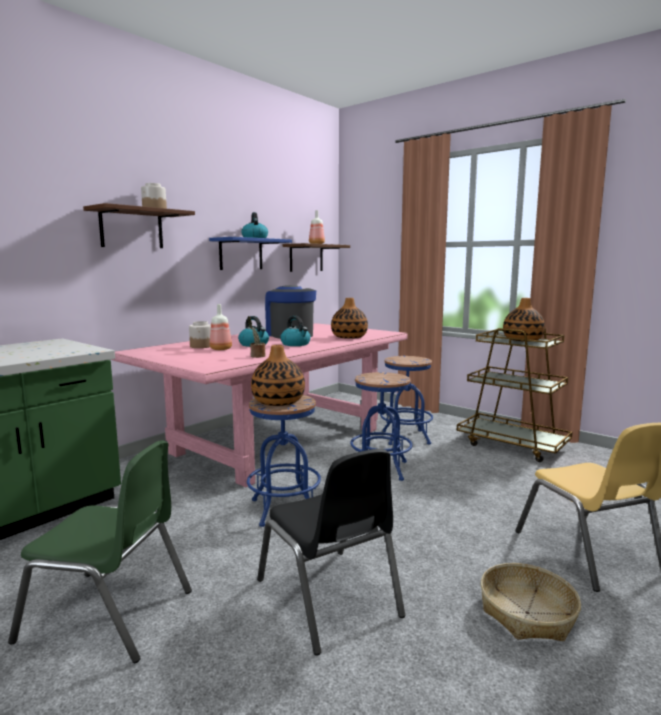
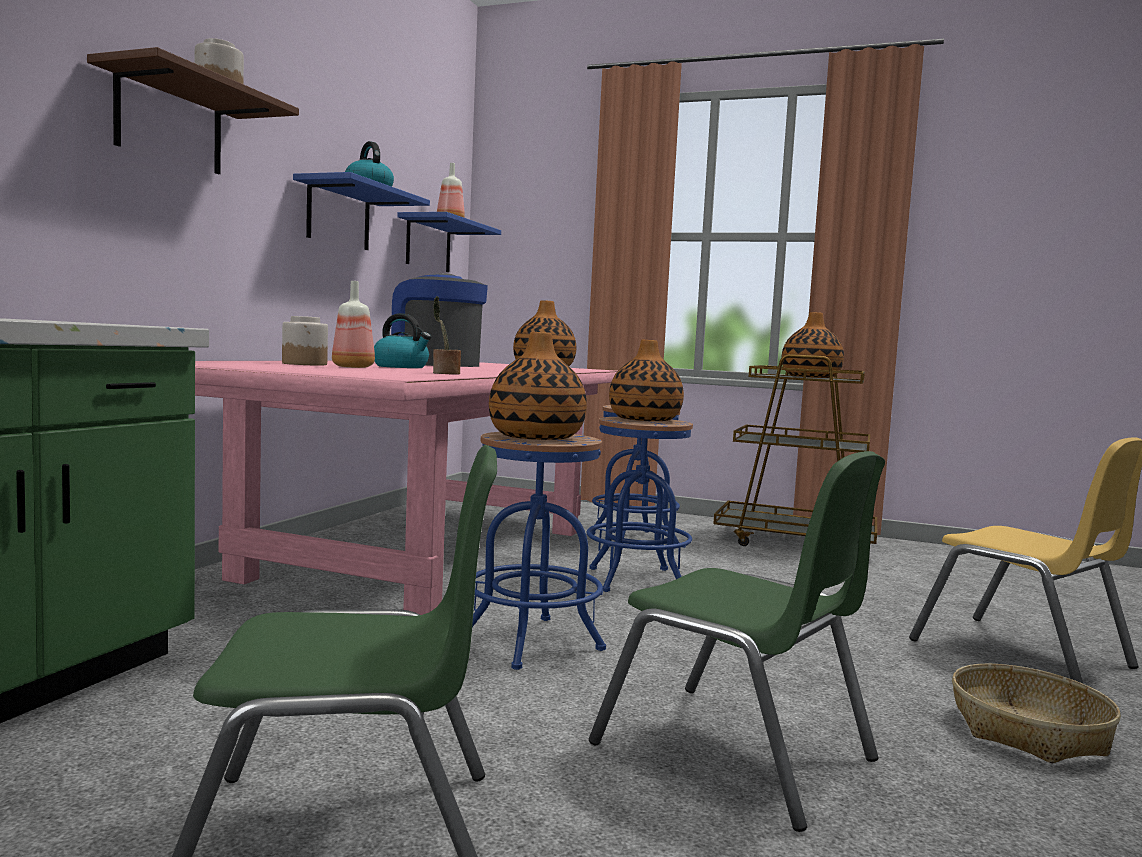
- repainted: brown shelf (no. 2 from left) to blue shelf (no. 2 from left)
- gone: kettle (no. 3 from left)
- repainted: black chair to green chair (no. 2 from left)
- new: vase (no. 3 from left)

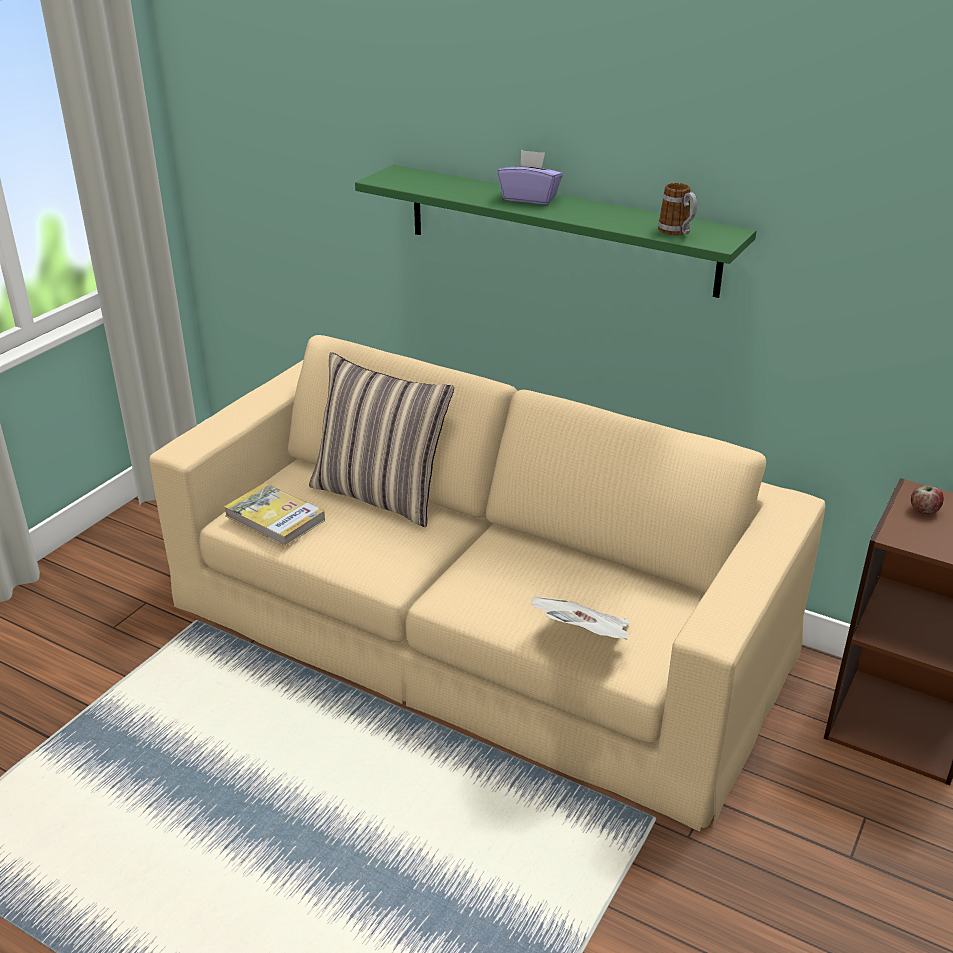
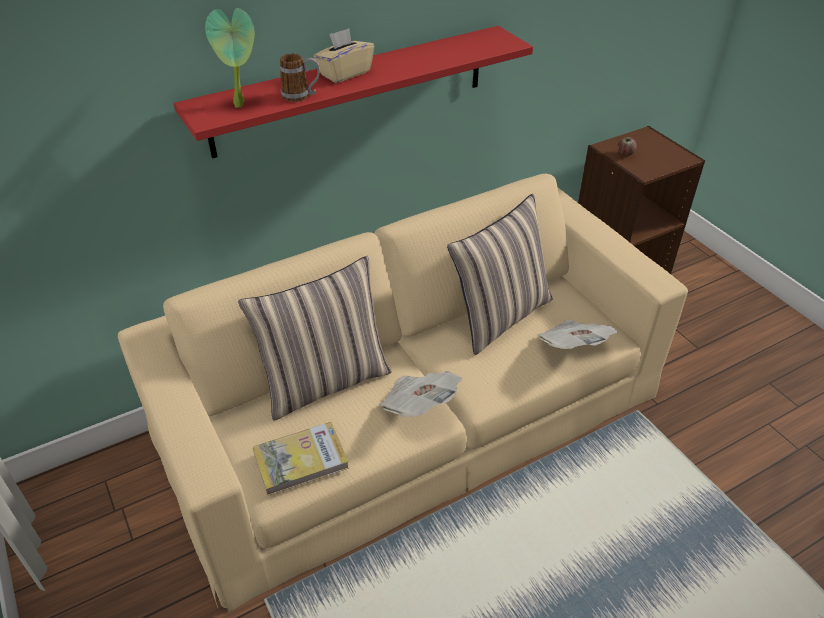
- repainted: purple tissue box to beige tissue box
- repainted: green shelf to red shelf
- shifted: mug
- new: potted plant
- new: pillow (no. 2 from left)
- new: newspaper (no. 1 from left)

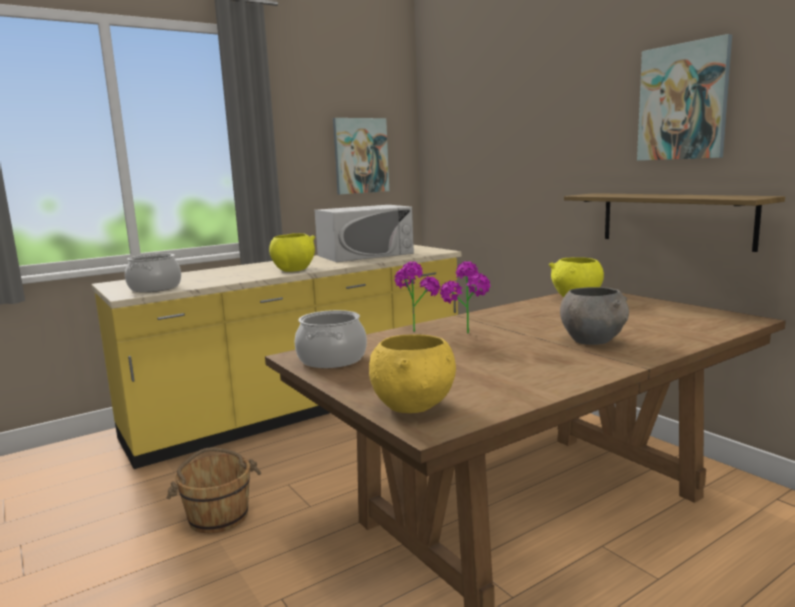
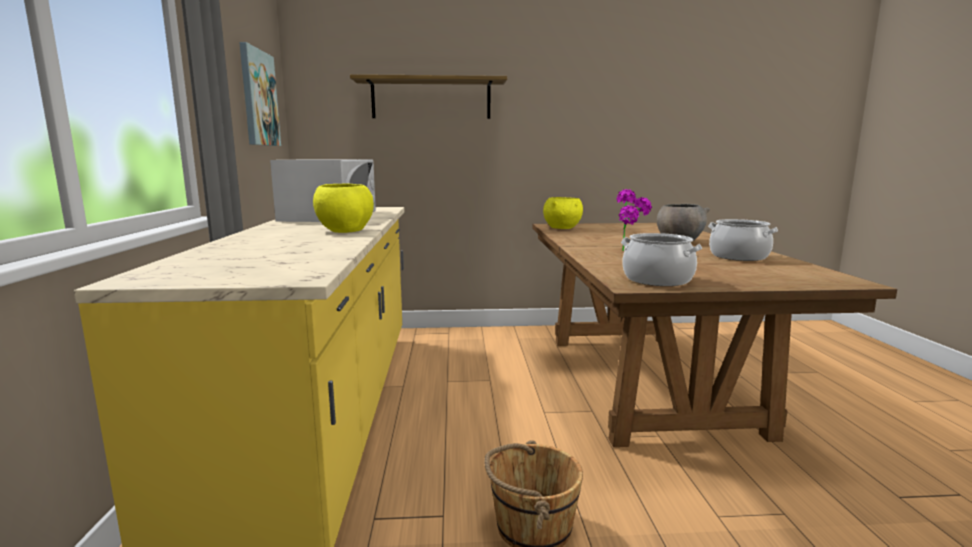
- gone: picture (no. 2 from left)
- shifted: shelf
- shifted: cooking pot (no. 1 from left in the first image) to cooking pot (no. 2 from left)
- gone: potted plant (no. 1 from left)
- gone: yellow bowl (no. 2 from left)

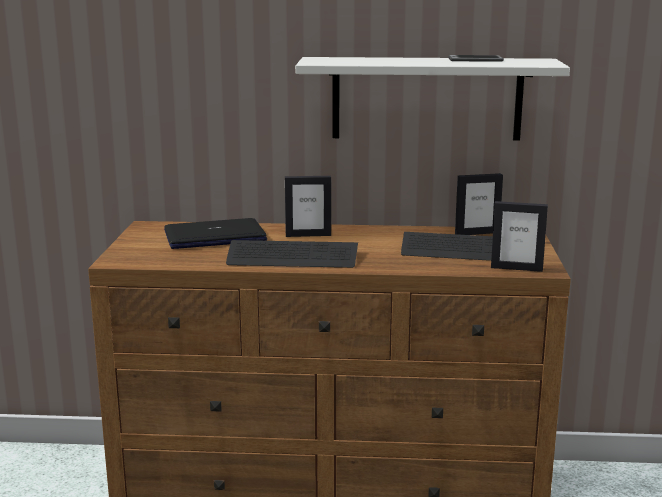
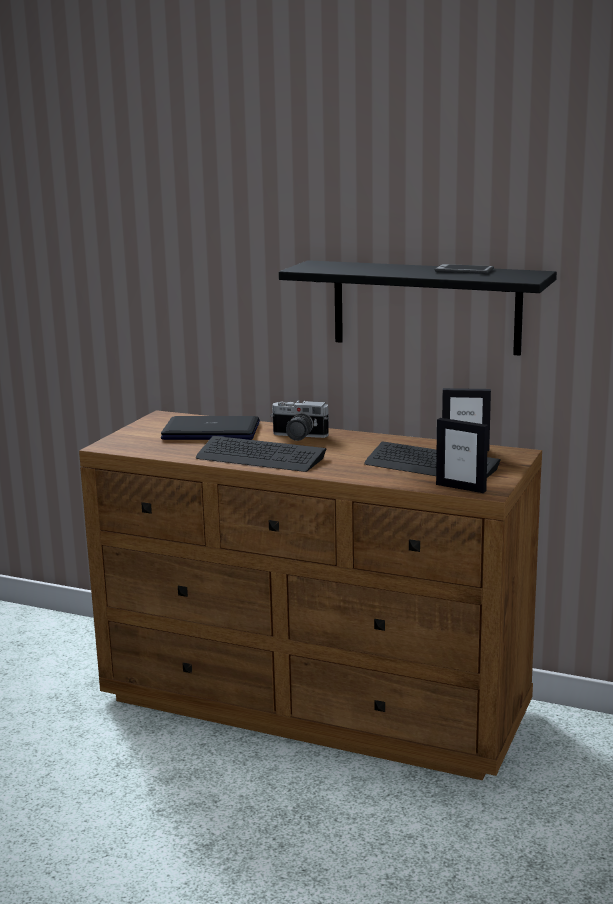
- repainted: white shelf to black shelf
- swapped: picture frame (no. 1 from left) to photo camera

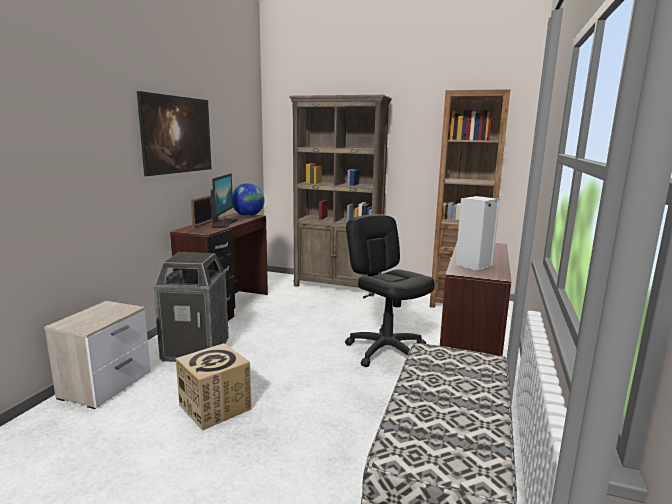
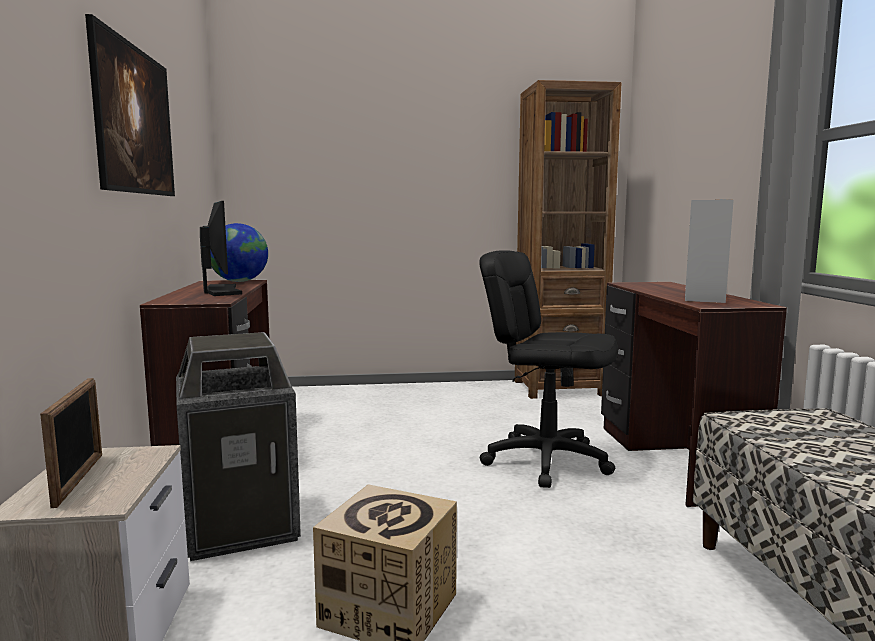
- gone: brown bookcase (no. 1 from left)
- shifted: picture frame

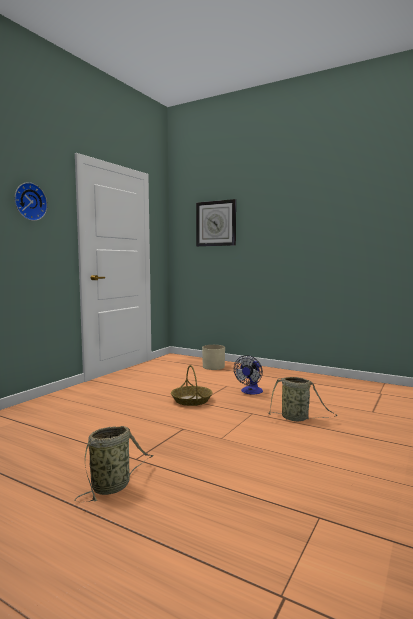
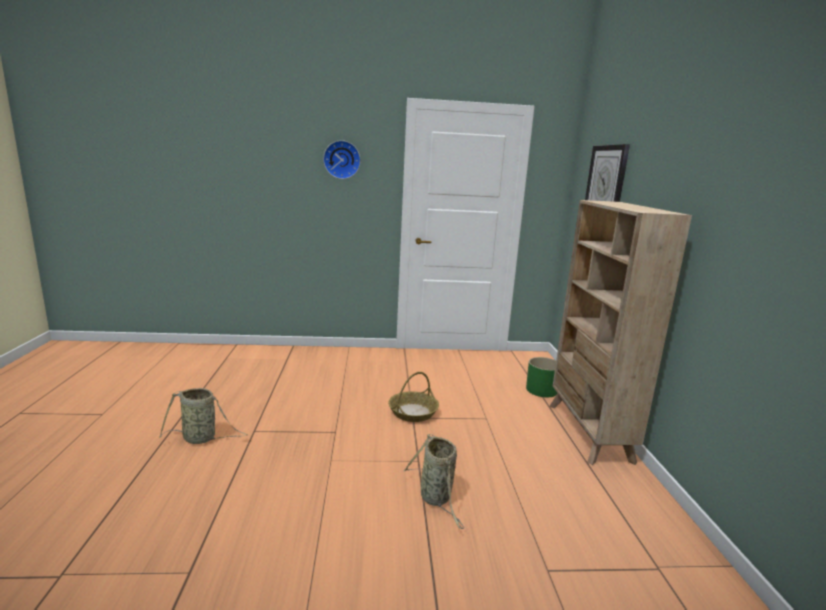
- repainted: beige planter to green planter
- gone: fan
- new: beige bookcase

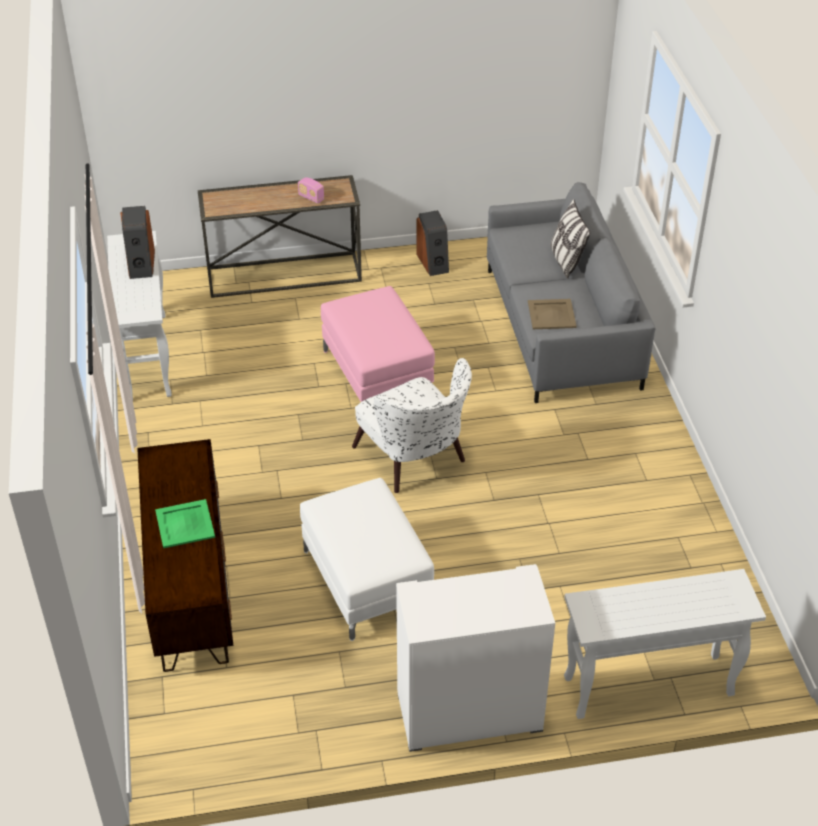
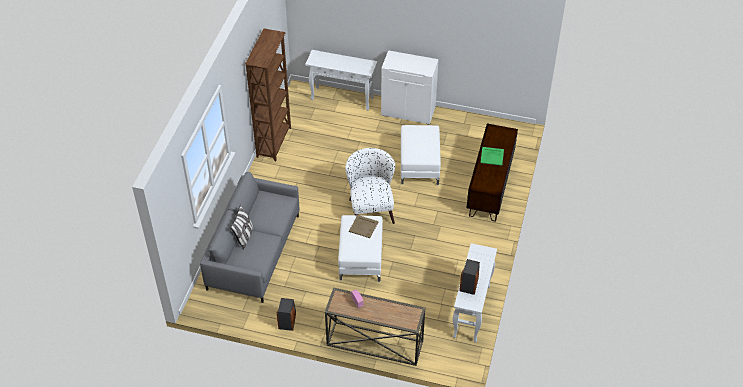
- repainted: pink ottoman to white ottoman (no. 1 from left)
- shifted: beige tray
- new: brown bookcase

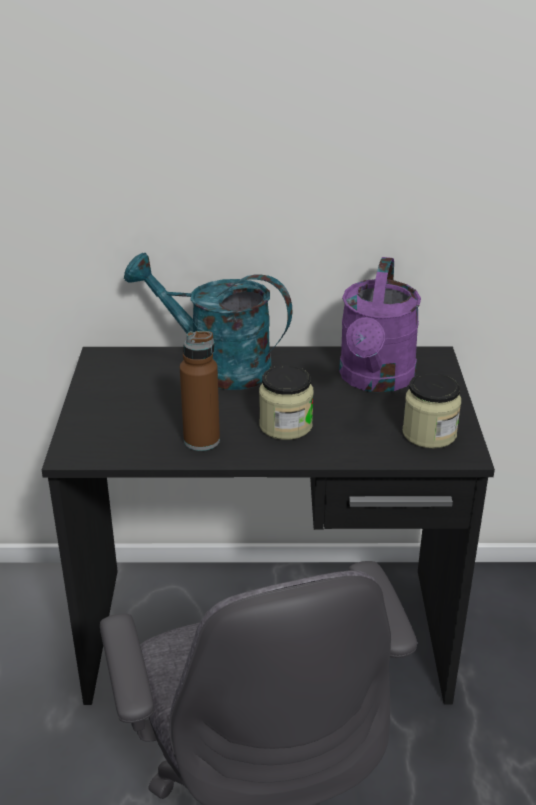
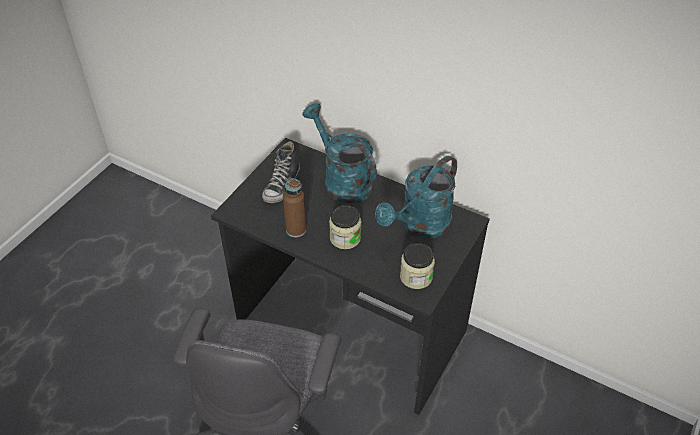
- repainted: purple watering can to turquoise watering can (no. 2 from left)
- new: shoe

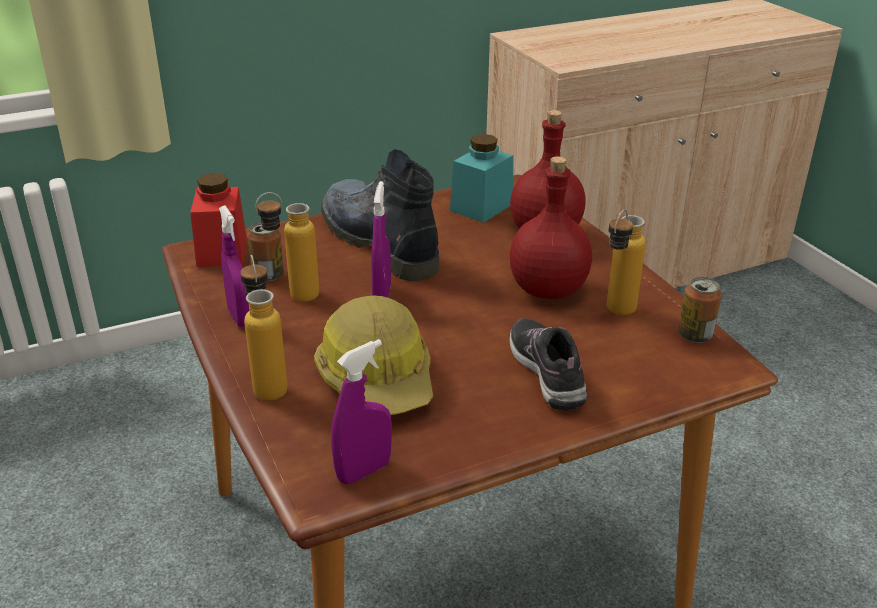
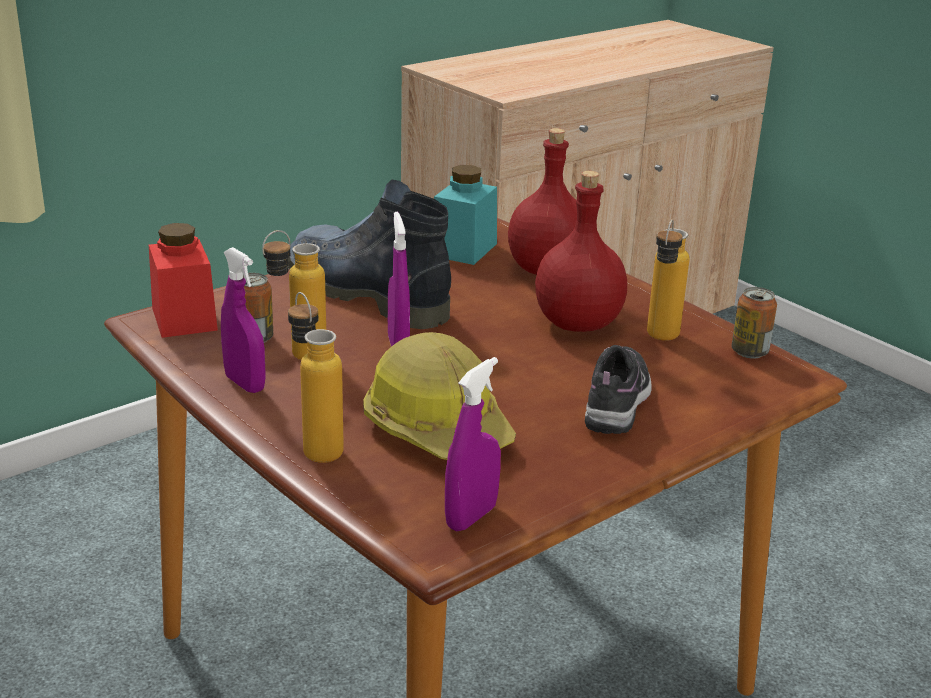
- rotated: shoe 45 degrees clockwise

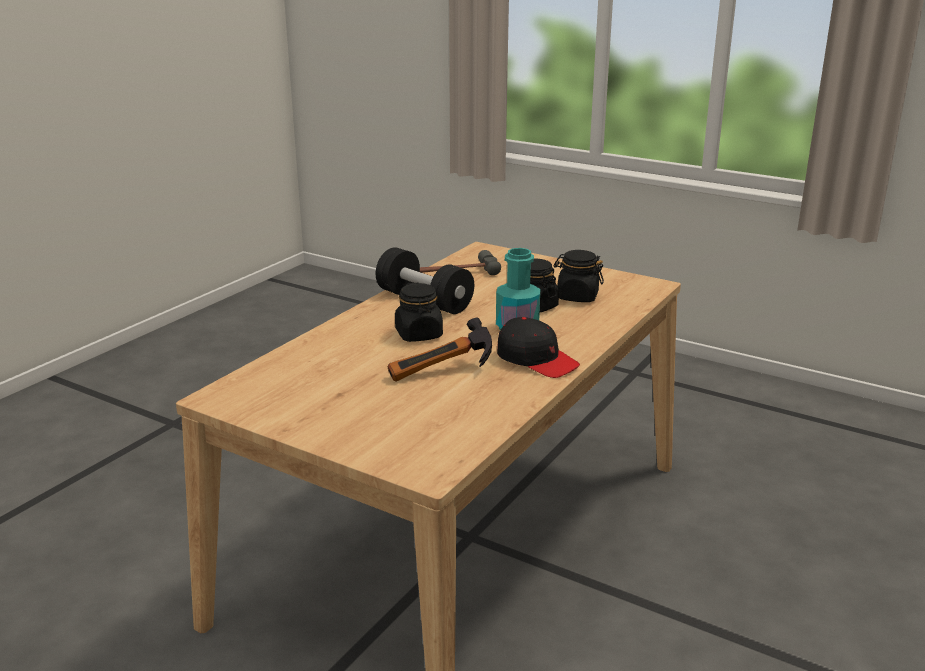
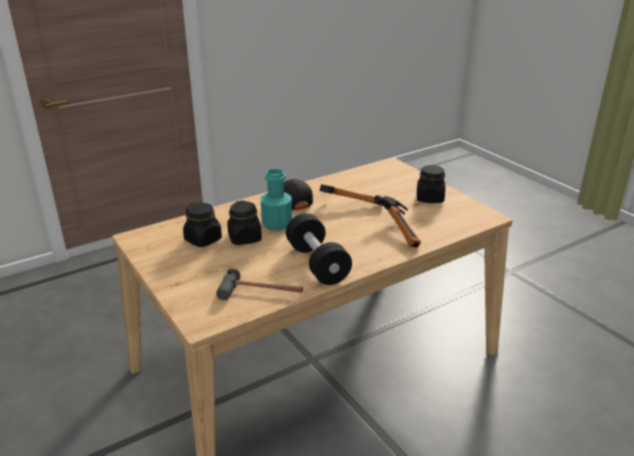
- shifted: black jar (no. 1 from left in the first image) to black jar (no. 3 from left)
- new: hammer (no. 3 from left)

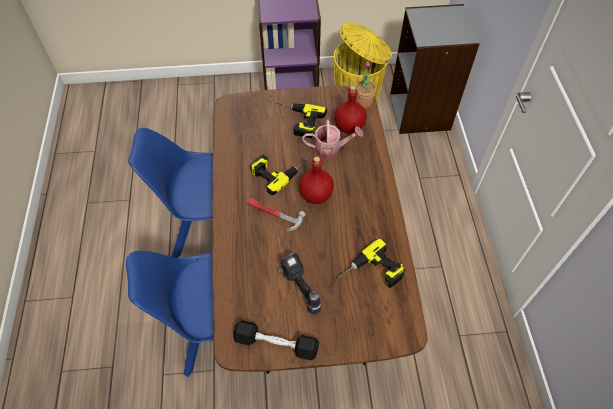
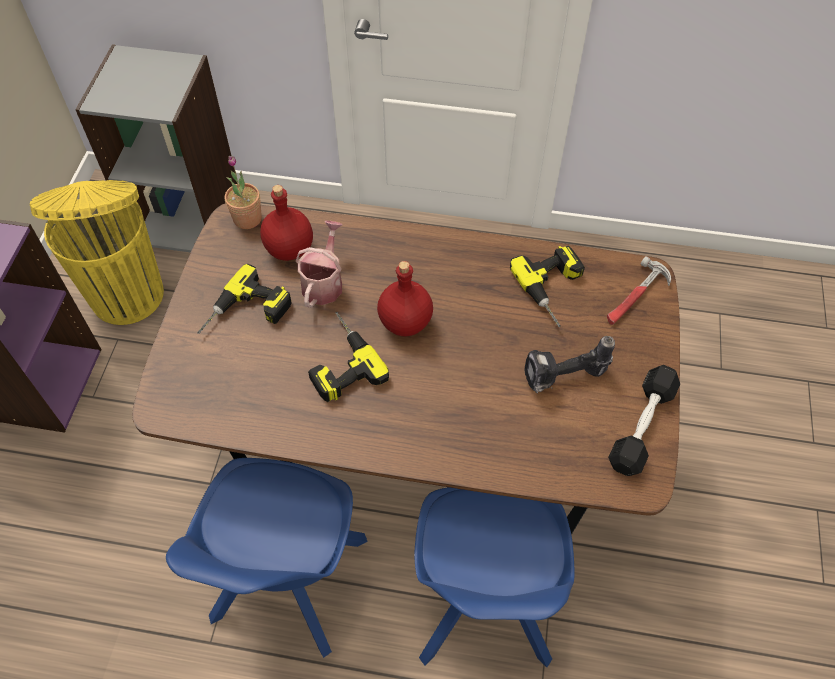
- shifted: hammer

